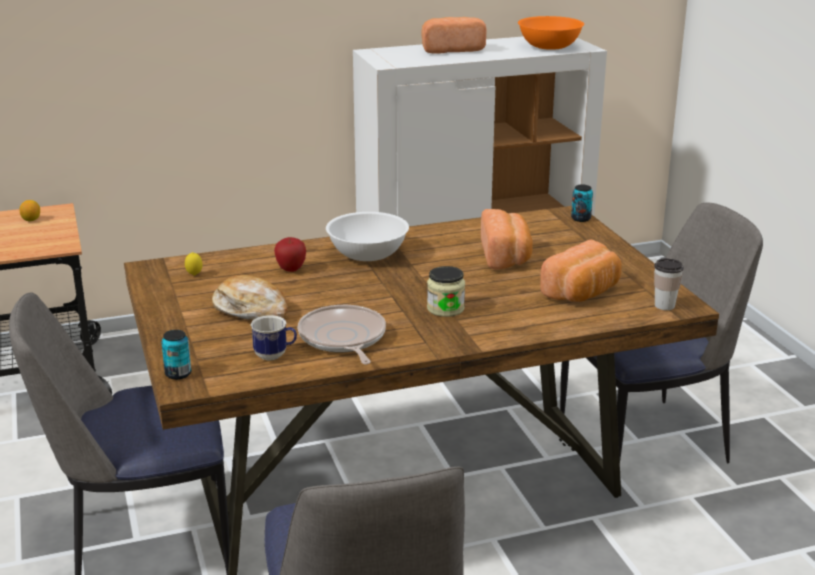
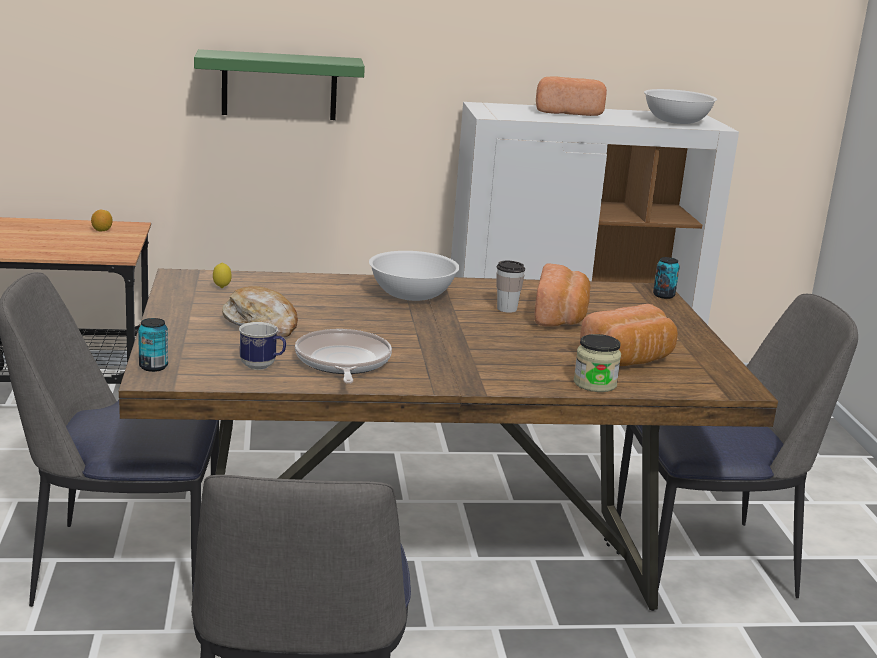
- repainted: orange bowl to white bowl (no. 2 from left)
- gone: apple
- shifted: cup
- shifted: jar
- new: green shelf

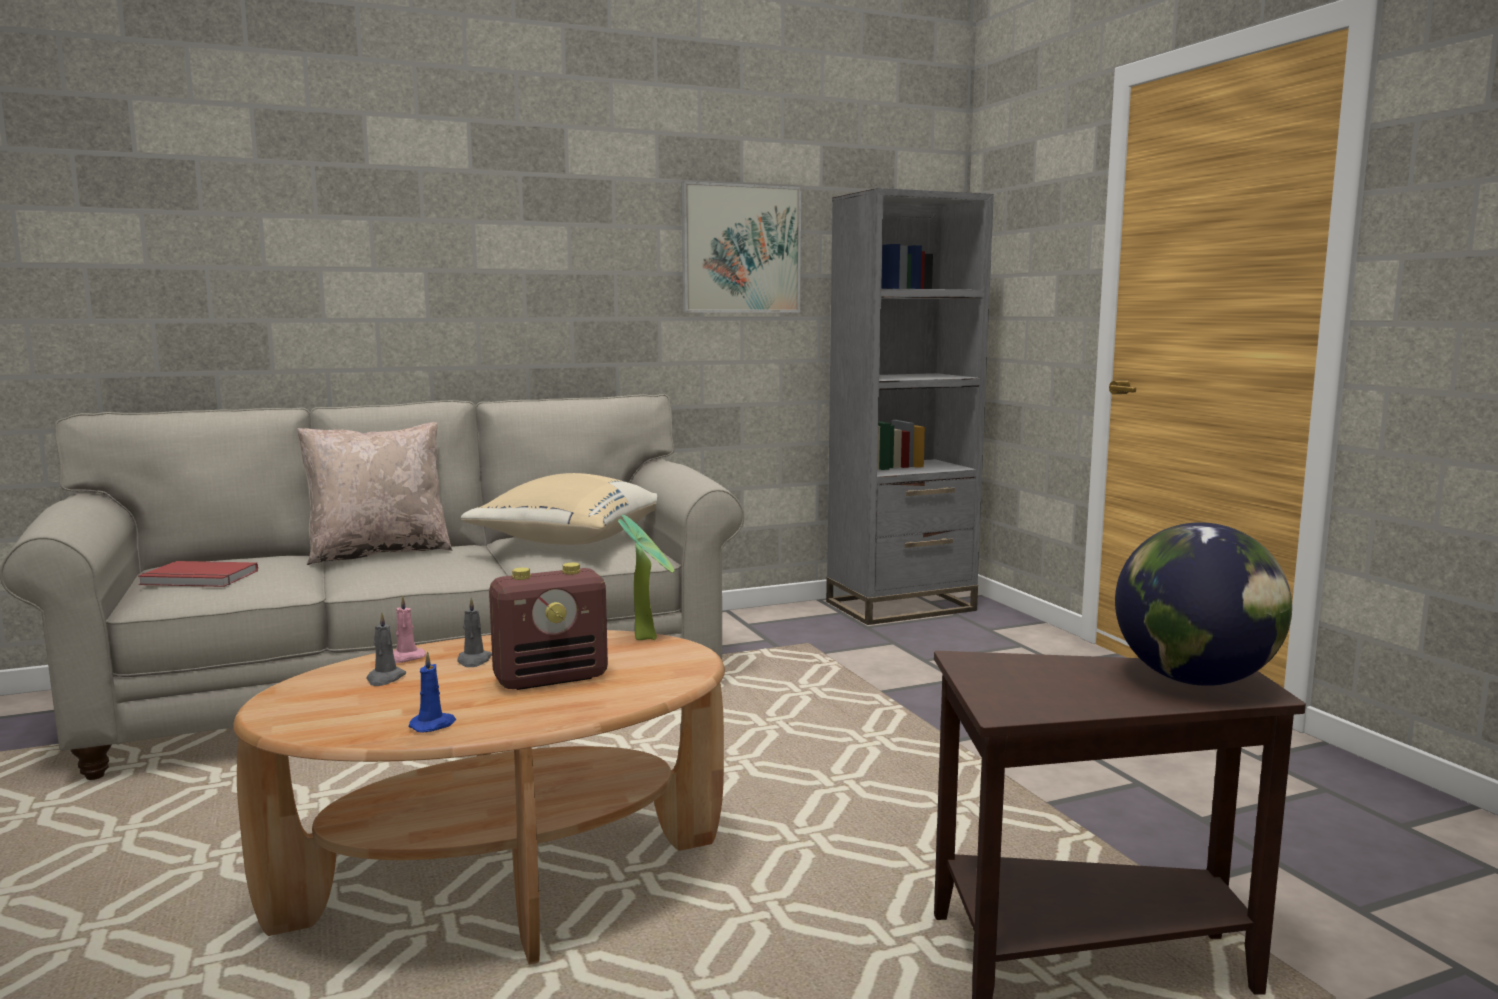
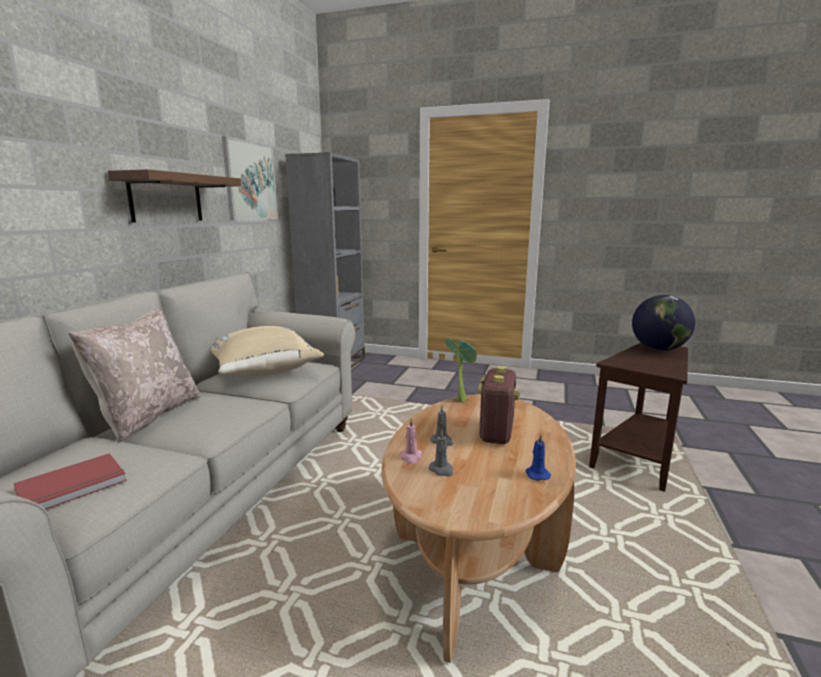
- new: shelf

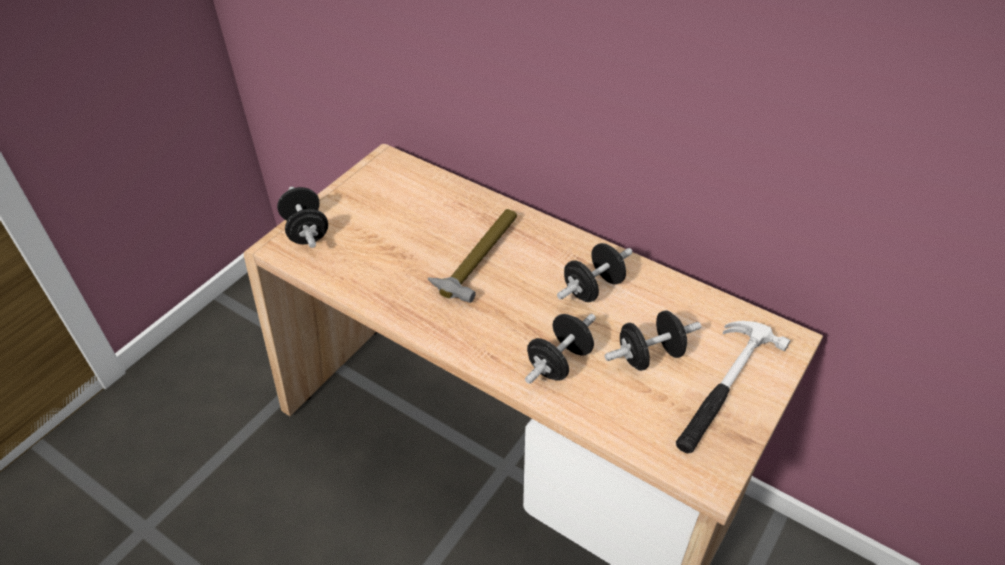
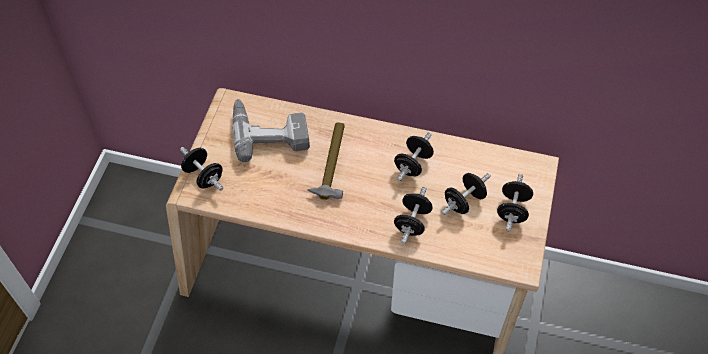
- swapped: hammer (no. 2 from left) to black dumbbell (no. 5 from left)
- new: power drill

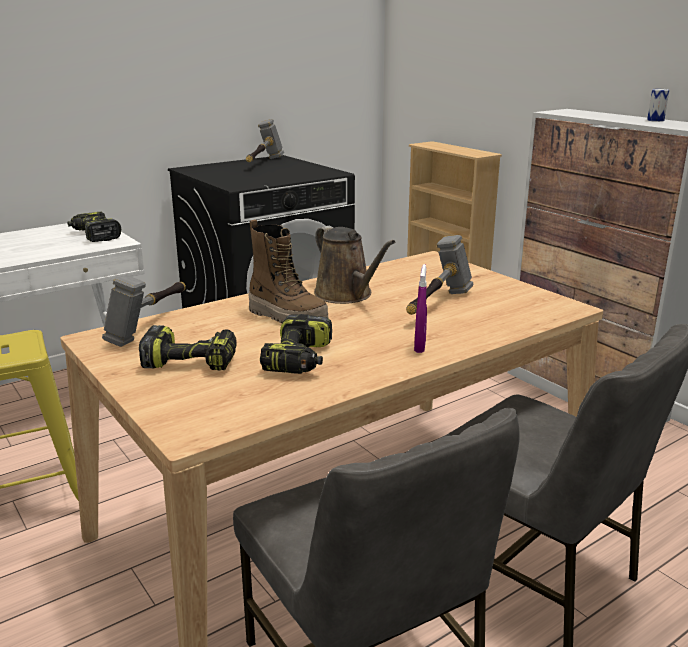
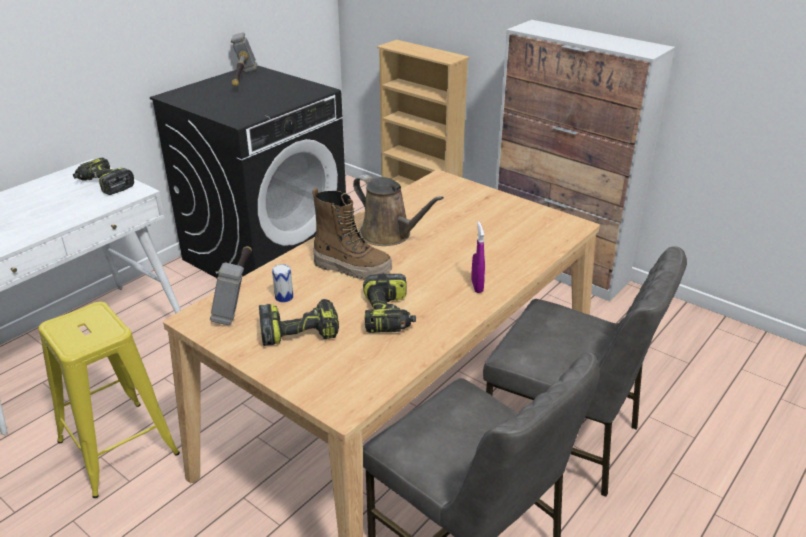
- shifted: can
- gone: hammer (no. 3 from left)

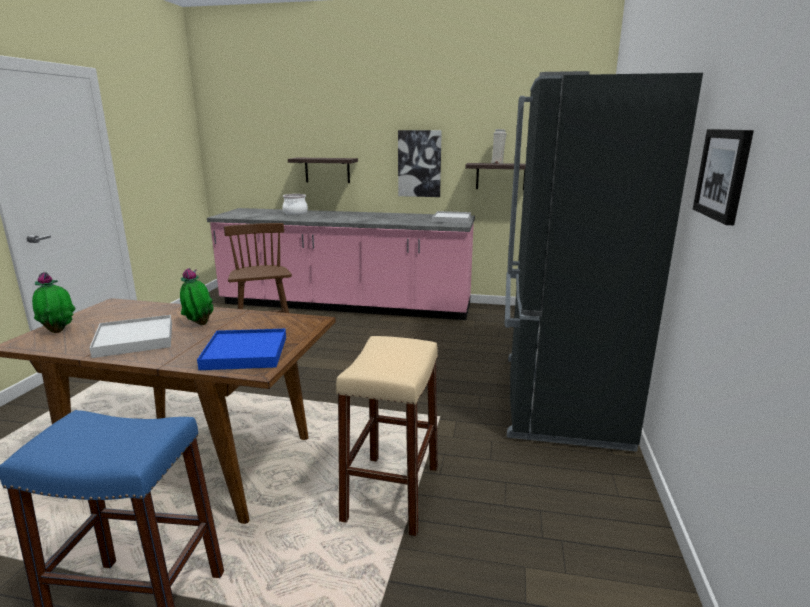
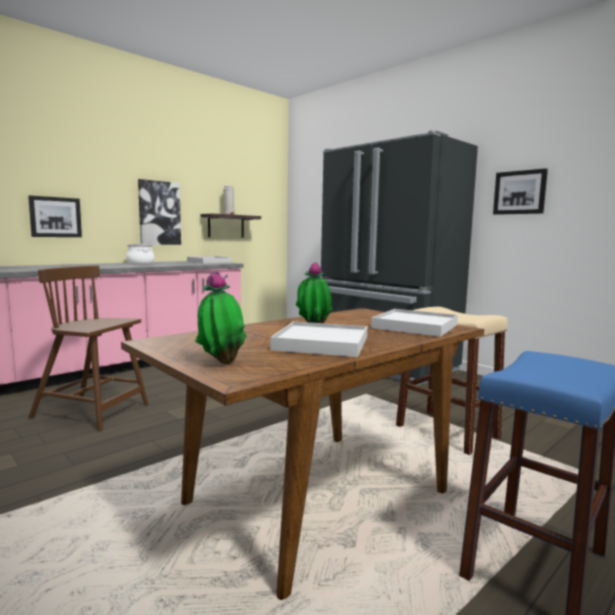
- swapped: shelf (no. 1 from left) to picture (no. 1 from left)
- shifted: cooking pot
- repainted: blue tray to white tray (no. 3 from left)

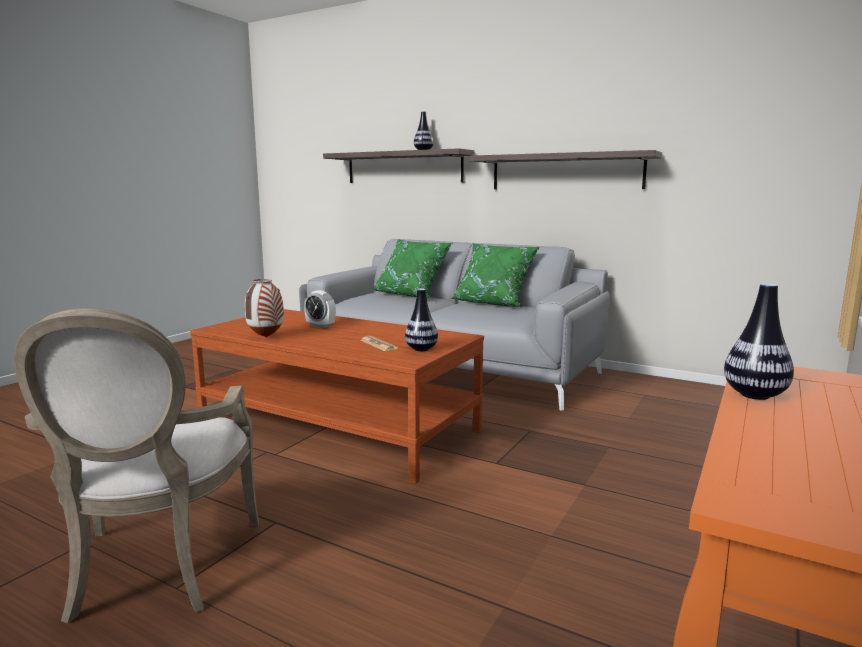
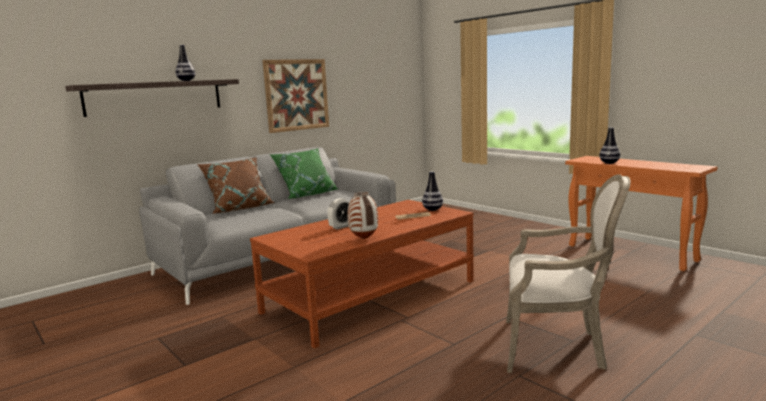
- swapped: shelf (no. 2 from left) to picture
- repainted: green pillow (no. 1 from left) to brown pillow

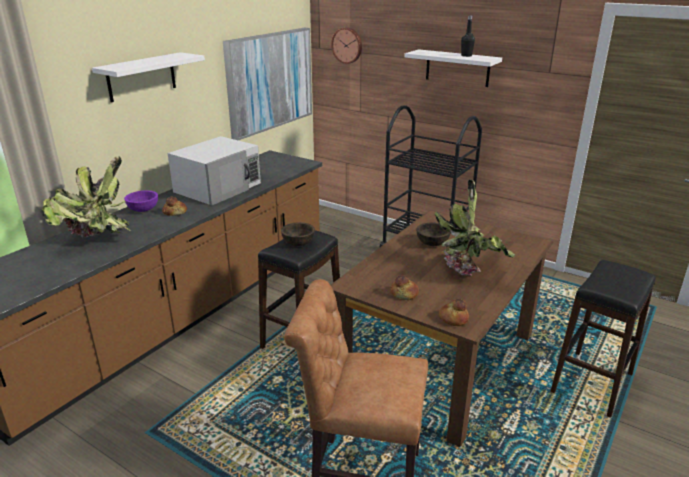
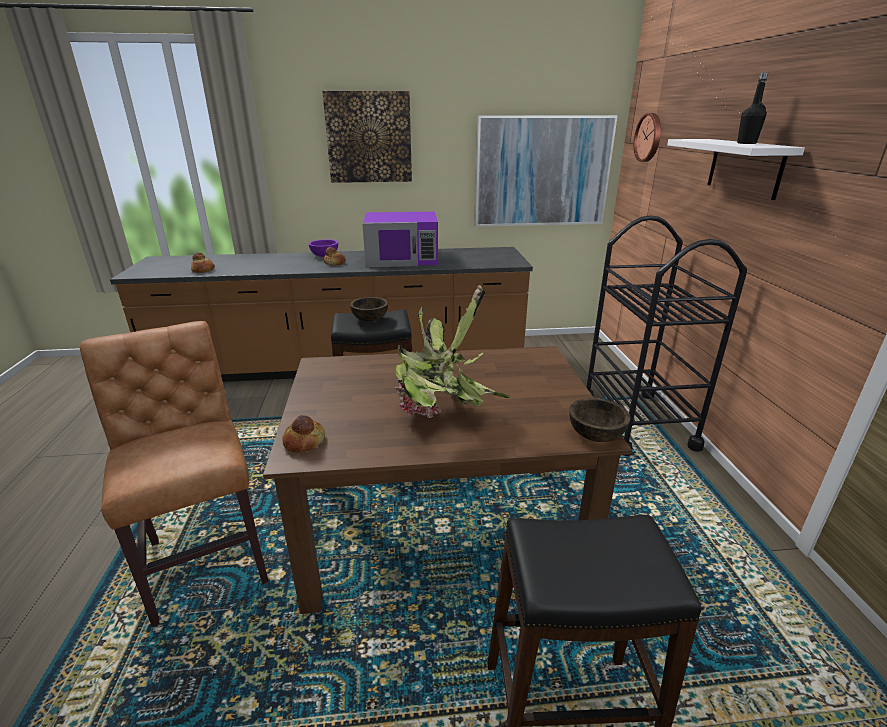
- swapped: white shelf (no. 1 from left) to picture (no. 1 from left)
- repainted: white microwave to purple microwave
- gone: potted plant (no. 1 from left)
- shifted: brown bowl (no. 2 from left)
- shifted: bread (no. 2 from left in the first image) to bread (no. 1 from left)

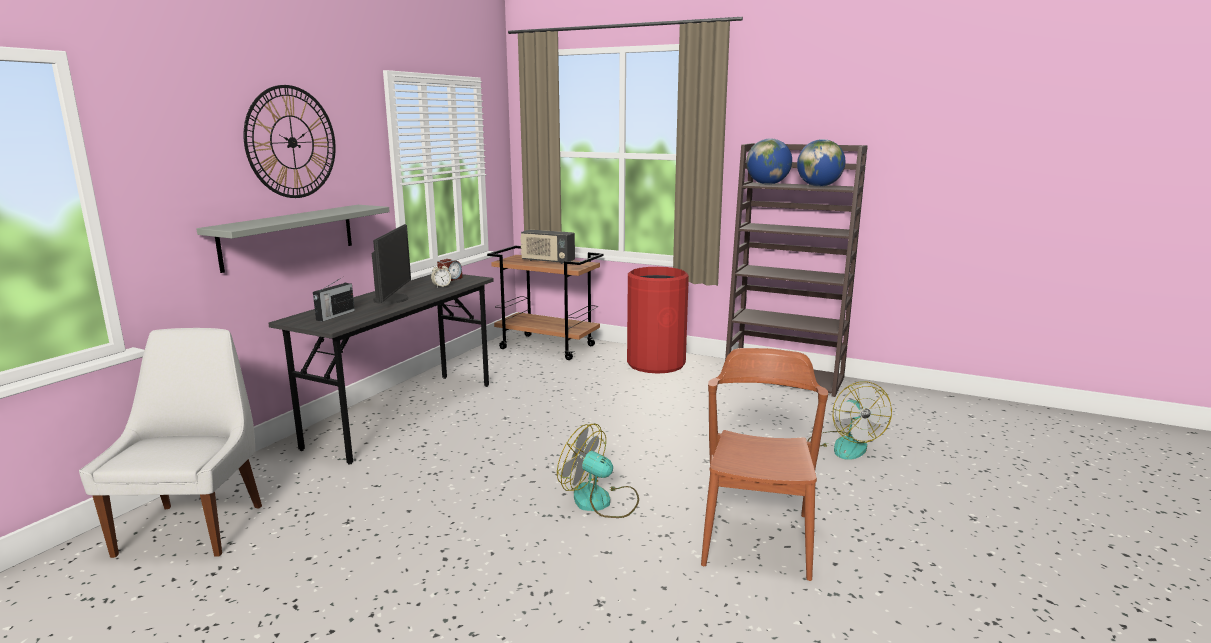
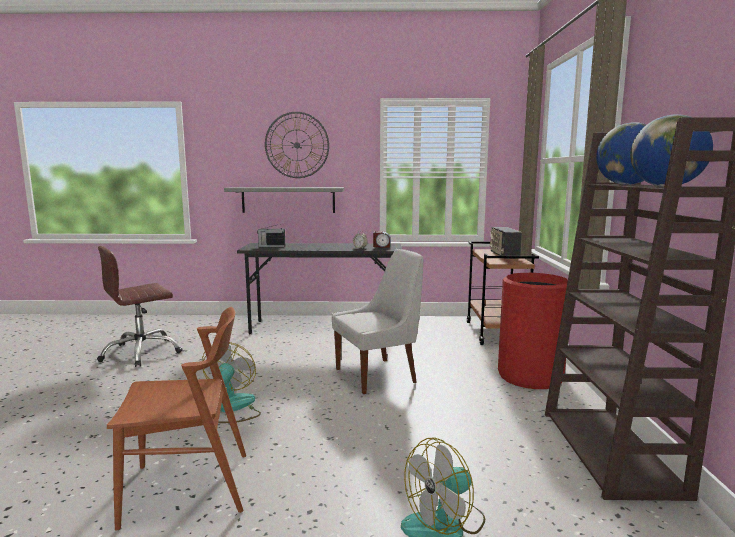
- gone: monitor
- shifted: white chair
- new: brown office chair

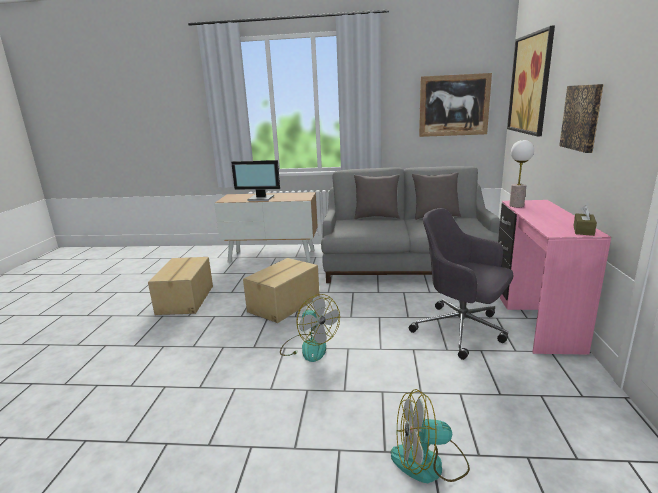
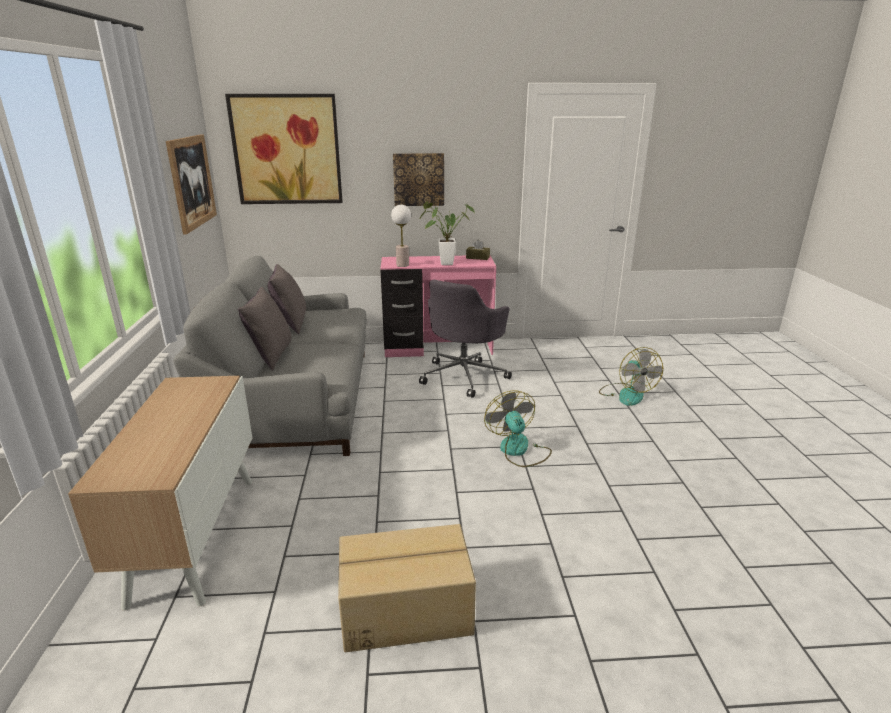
- gone: monitor
- gone: cardboard box (no. 2 from left)
- rotated: fan (no. 1 from left) 60 degrees counterclockwise
- new: potted plant

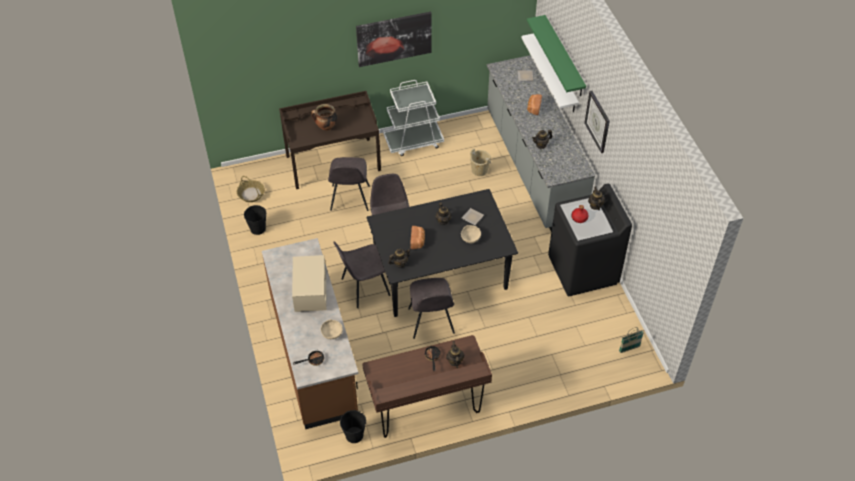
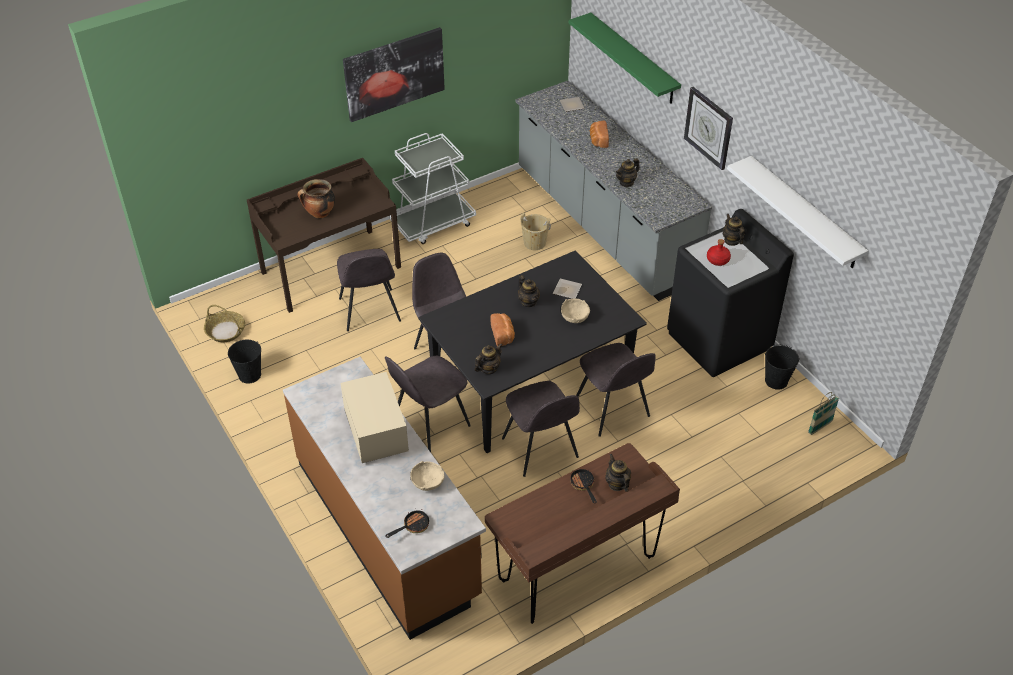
- shifted: white shelf
- shifted: black bucket (no. 2 from left)
- new: grey chair (no. 5 from left)

